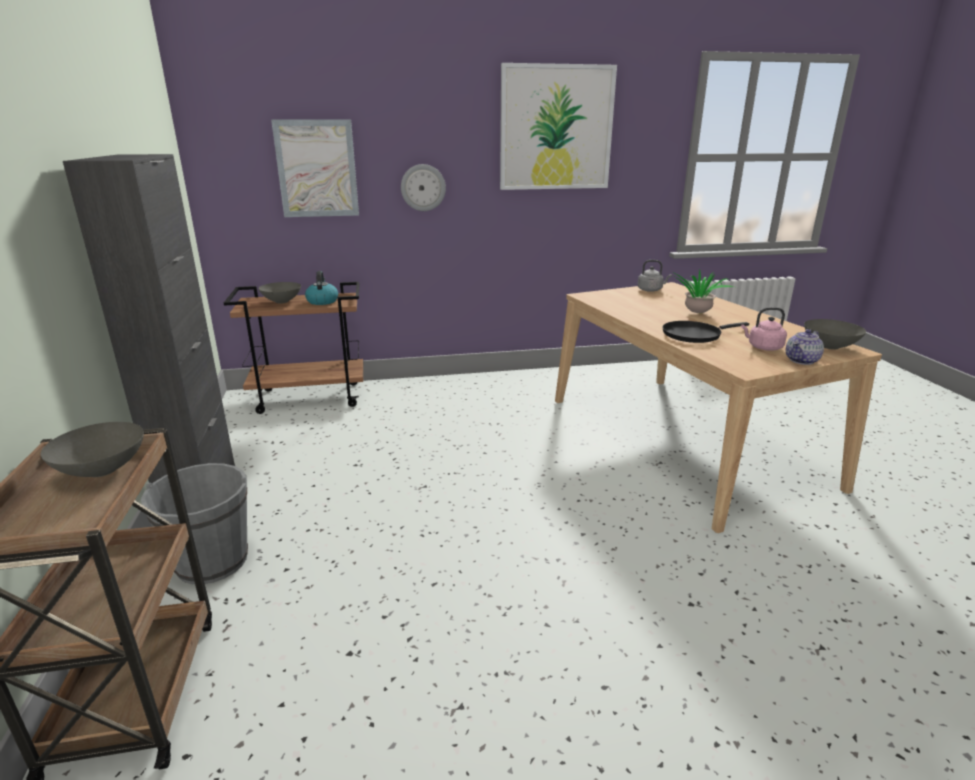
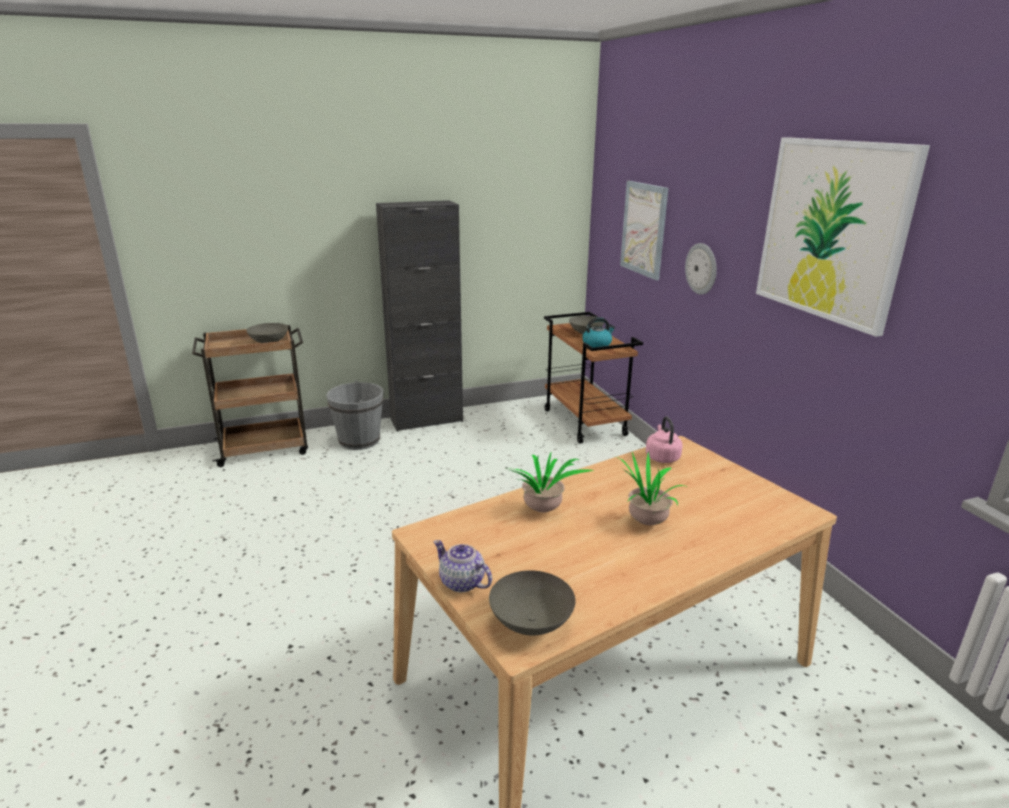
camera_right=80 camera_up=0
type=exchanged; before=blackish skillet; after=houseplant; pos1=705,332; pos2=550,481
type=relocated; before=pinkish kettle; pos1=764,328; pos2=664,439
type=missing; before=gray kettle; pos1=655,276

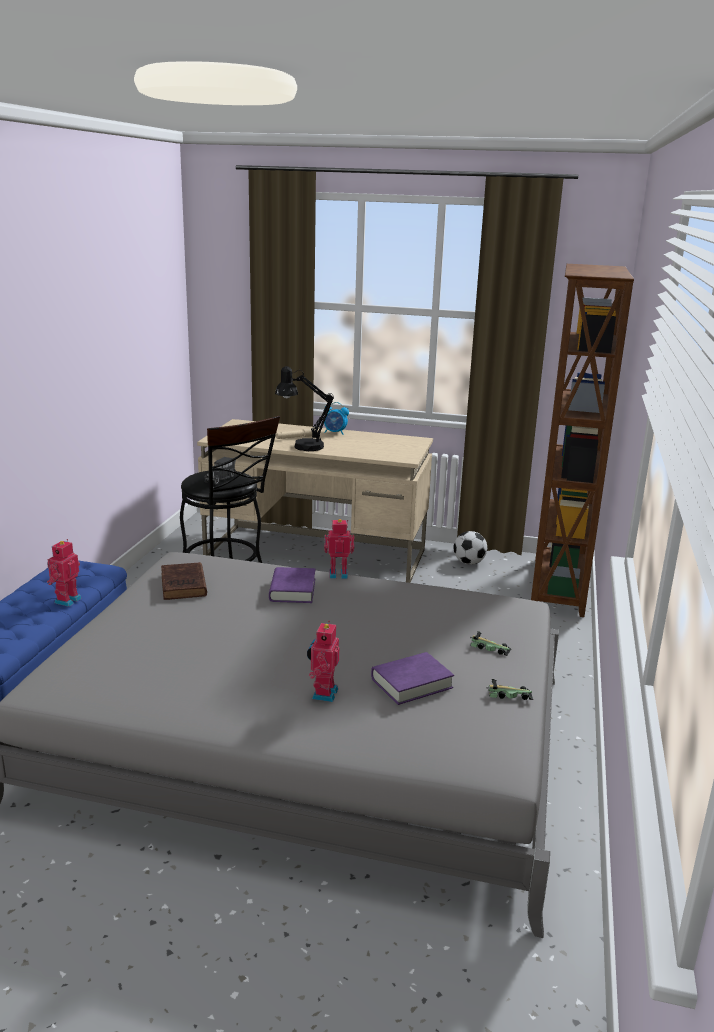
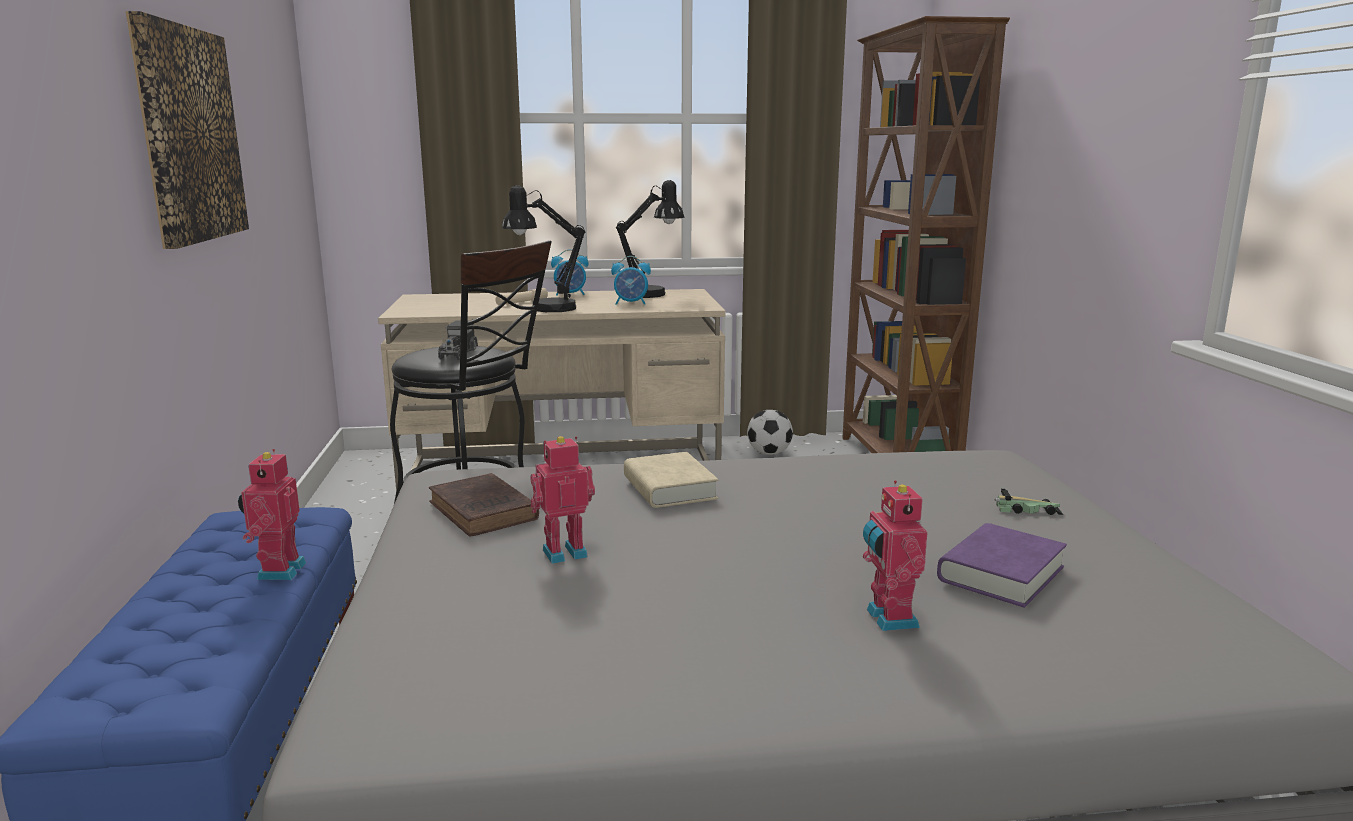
camera_right=-20 camera_up=-5
type=appeared; after=wall art; pos2=187,130
type=relocated; before=model robot; pos1=339,549; pos2=562,500
type=appeared; after=table clock; pos2=631,280
type=appeared; after=blackish table lamp; pos2=650,239
type=colour; before=purplish bound book; after=beige-coloured bound book; pos1=292,585; pos2=671,480
type=missing; before=toy car; pos1=509,689

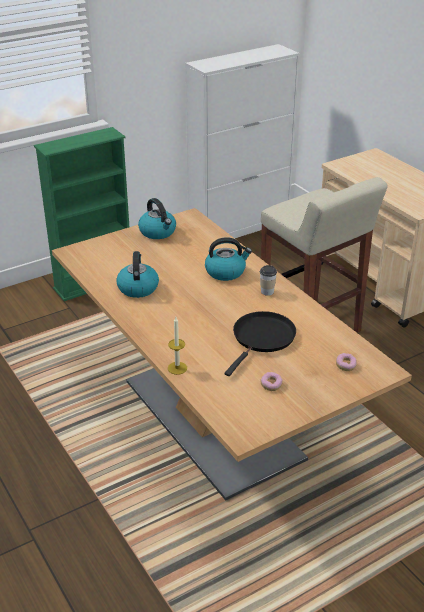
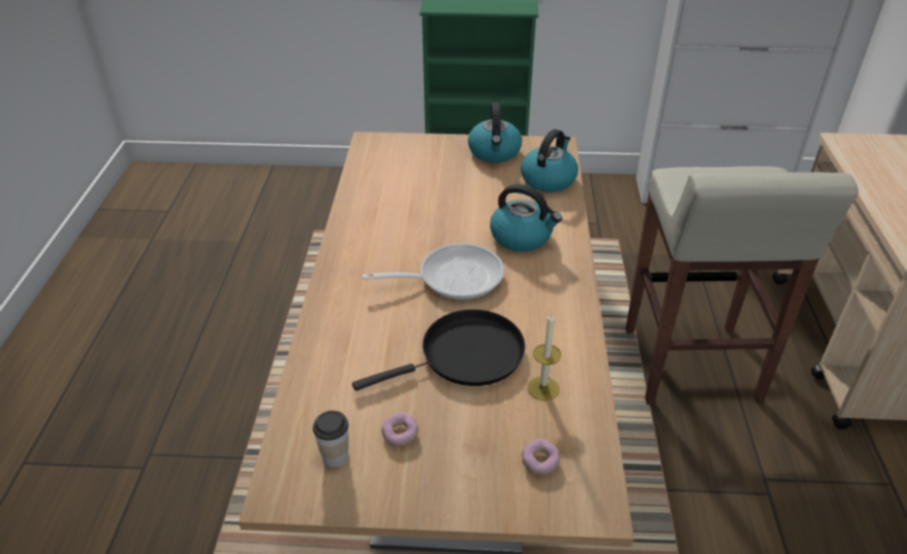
camera_right=35 camera_up=5
type=relocated; before=drinking cup; pos1=268,280; pos2=331,438
type=appeared; after=skillet; pos2=433,271
type=relocated; before=kettle; pos1=137,274; pos2=549,160
type=relocated; before=wax candle; pos1=177,346; pos2=544,357

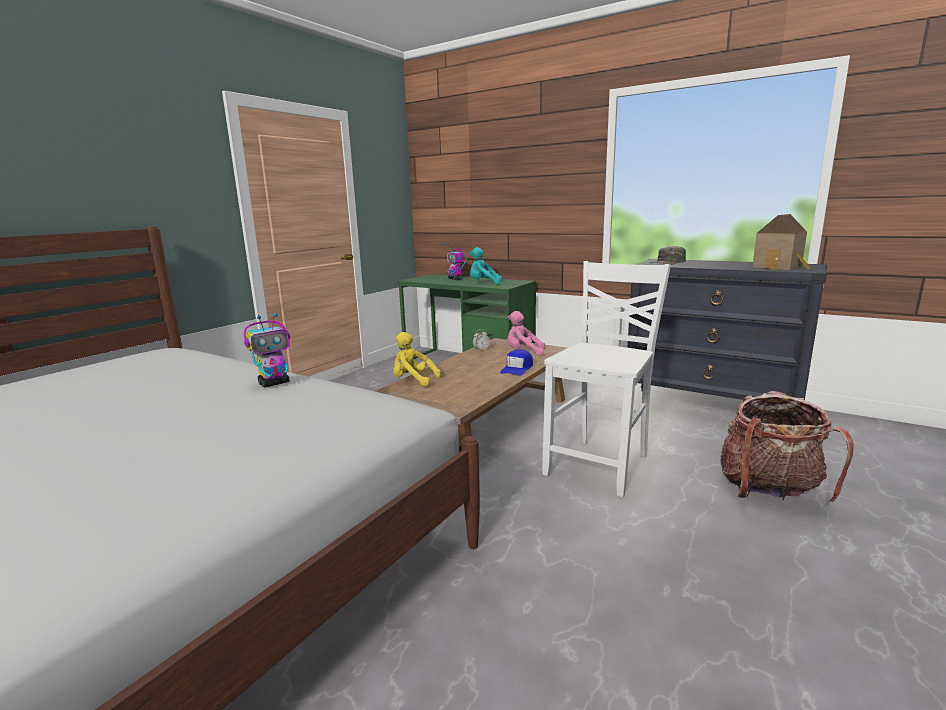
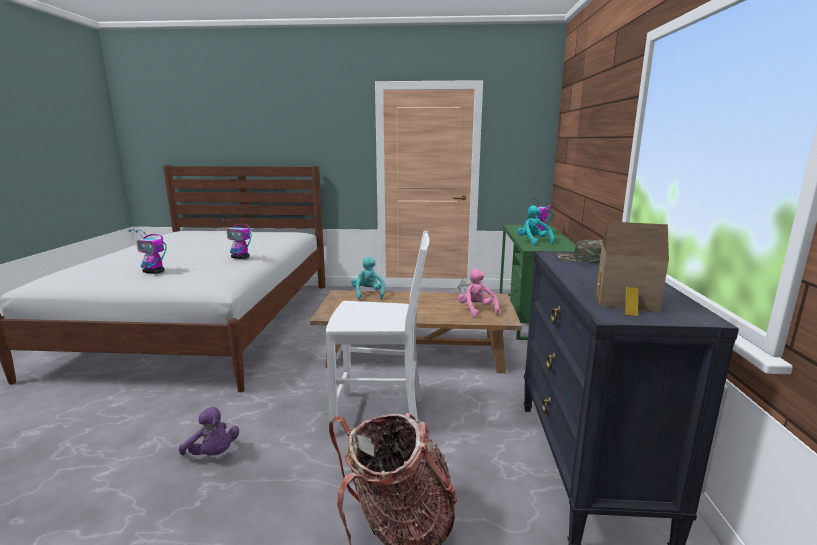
camera_right=60 camera_up=0
type=appeared; after=model robot; pos2=148,252
type=appeared; after=purplish plush toy; pos2=209,431
type=colour; before=yellow plush toy; after=turquoise-coloured plush toy; pos1=417,359; pos2=368,278
type=missing; before=blue-coloured baseball cap; pos1=516,362

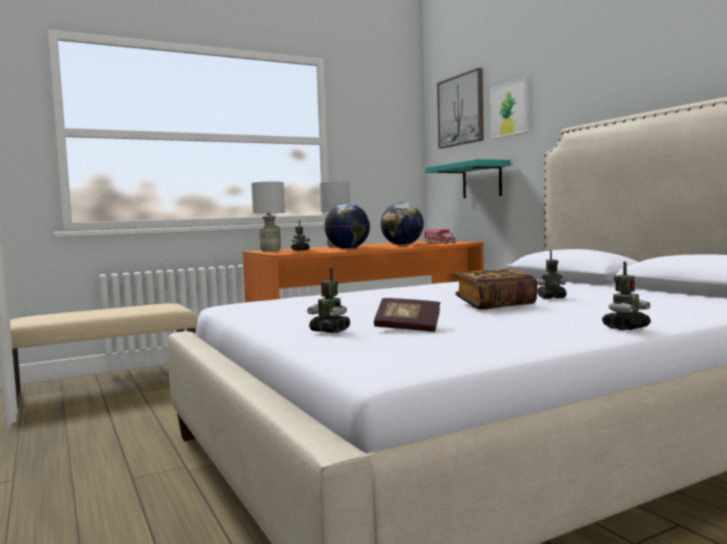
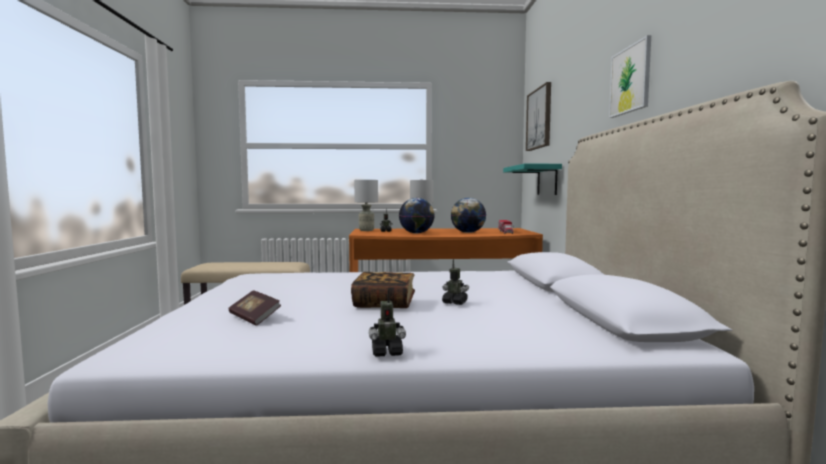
camera_right=25 camera_up=0
type=relocated; before=wall art; pos1=509,108; pos2=630,76
type=missing; before=model robot; pos1=328,300

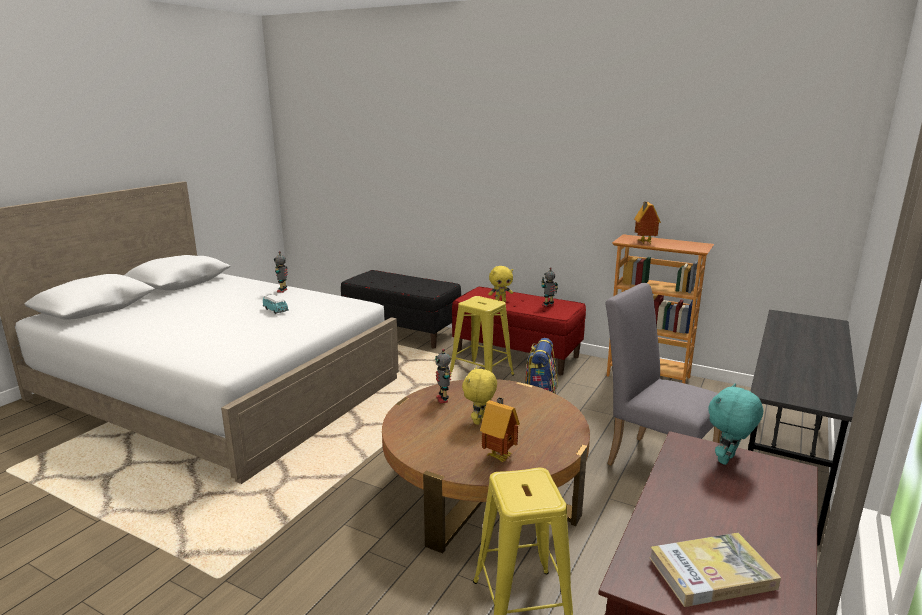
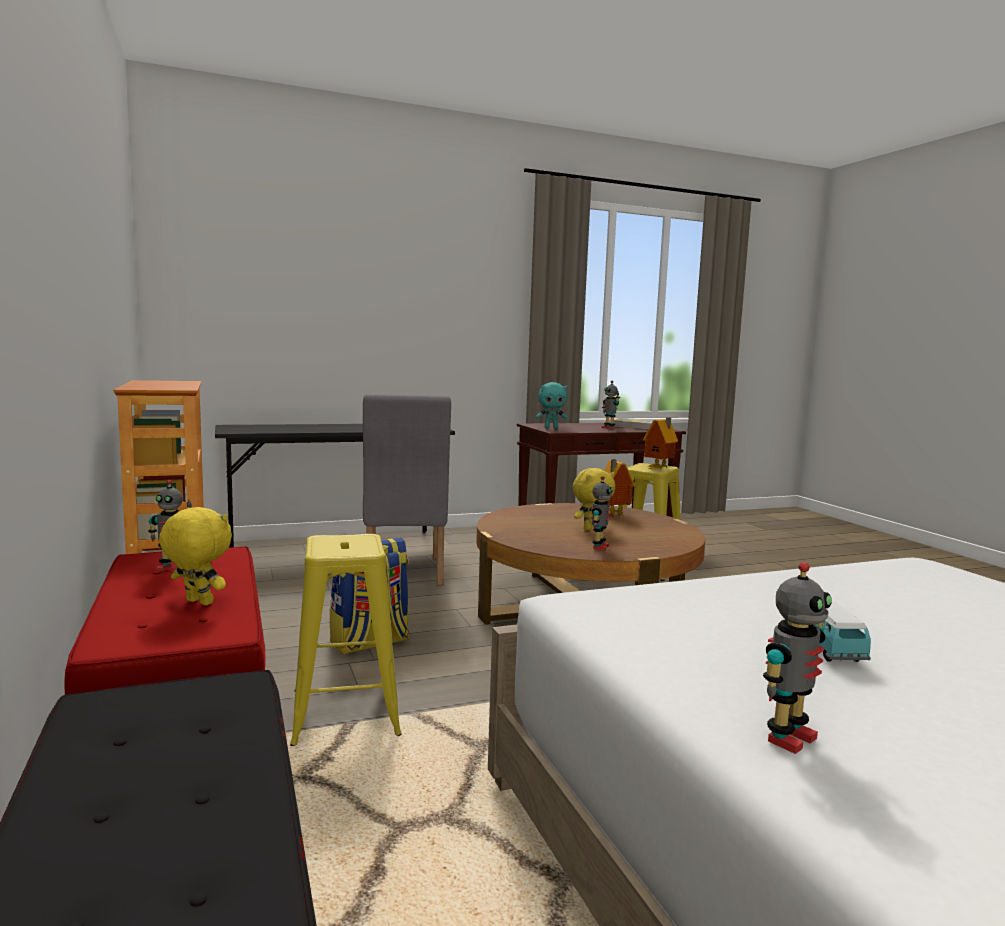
camera_right=-140 camera_up=-10
type=appeared; after=model robot; pos2=611,404
type=relocated; before=model house; pos1=647,223; pos2=660,443

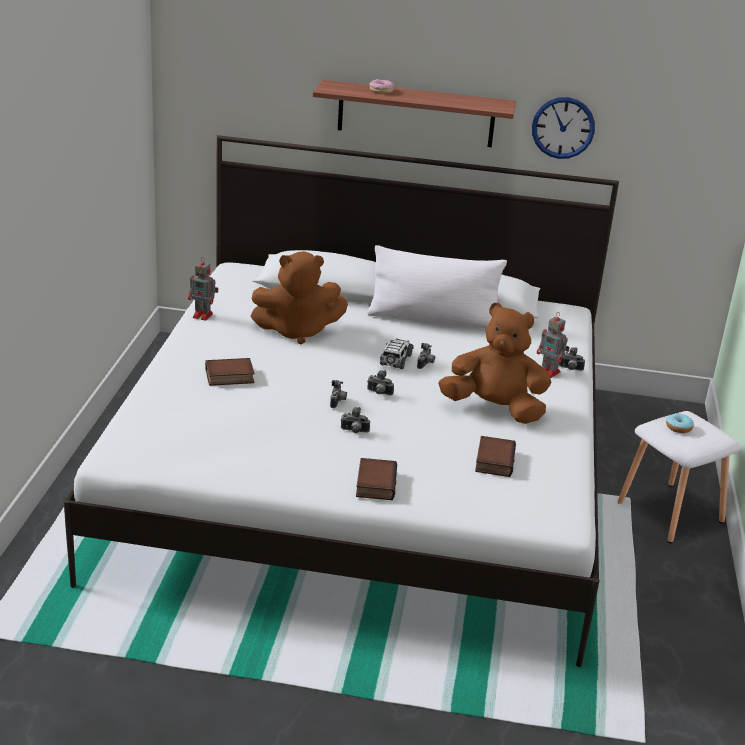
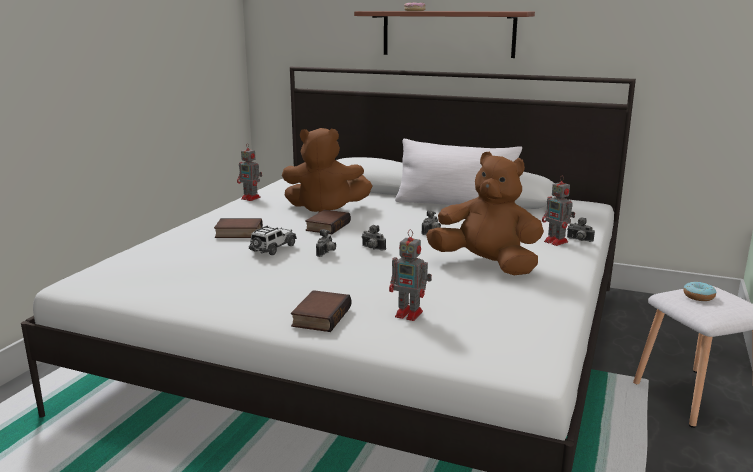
camera_right=15 camera_up=-10
type=relocated; before=toy car; pos1=396,353; pos2=273,240
type=relocated; before=bound book; pos1=495,456; pos2=328,222
type=appeared; after=model robot; pos2=410,275
type=missing; before=photo camera; pos1=355,420
type=missing; before=hanging clock; pos1=563,128

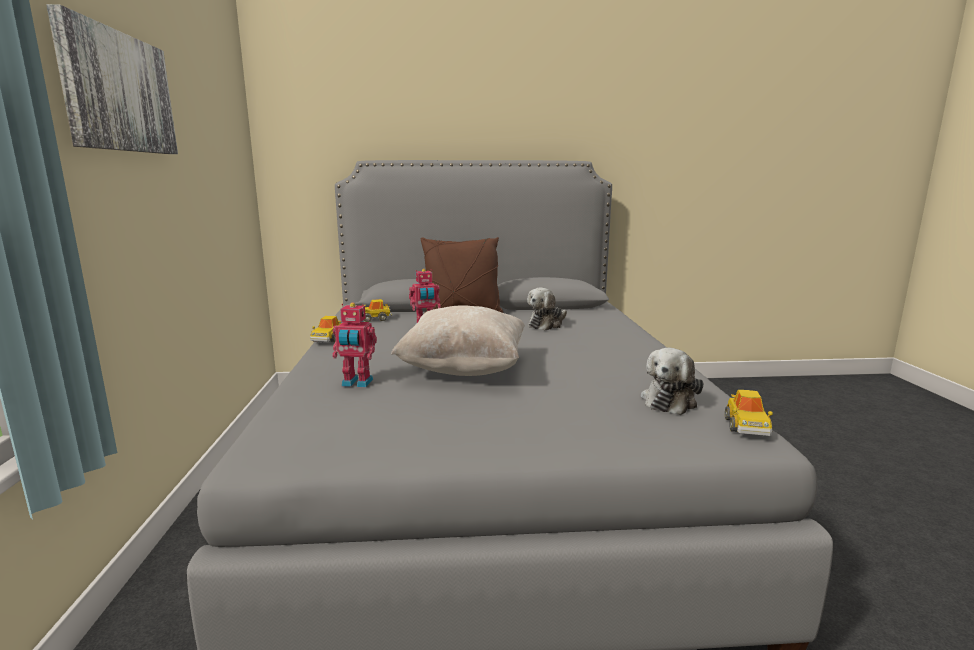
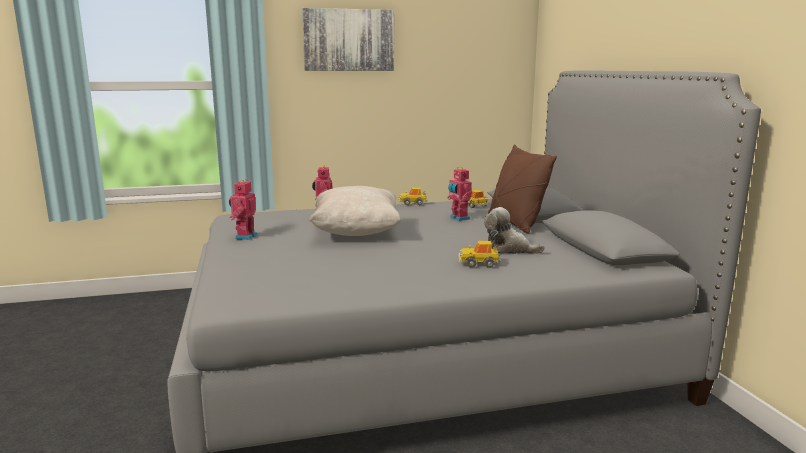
camera_right=80 camera_up=0
type=appeared; after=model robot; pos2=243,209
type=relocated; before=toy car; pos1=749,413; pos2=479,254
type=missing; before=plush toy; pos1=672,381

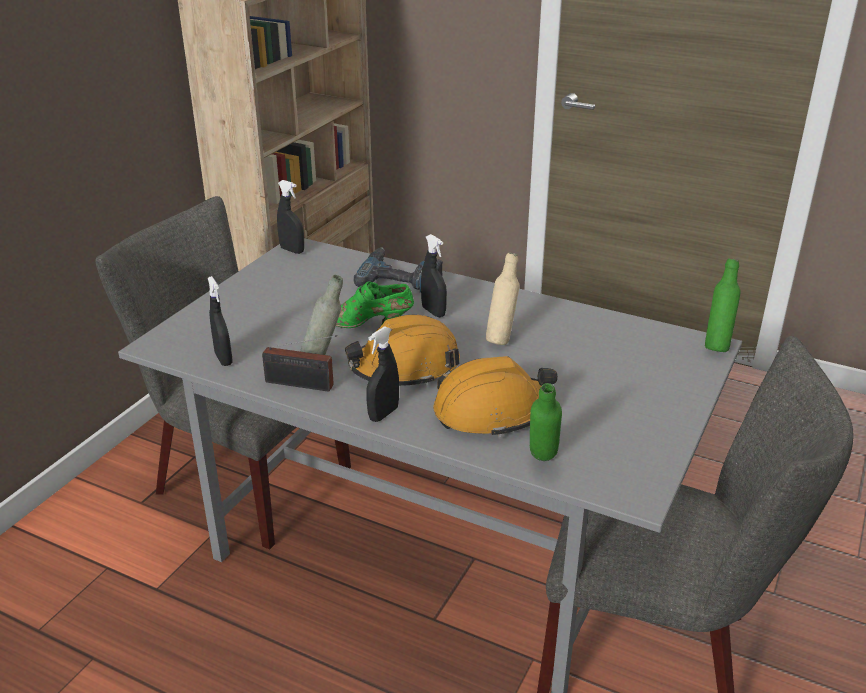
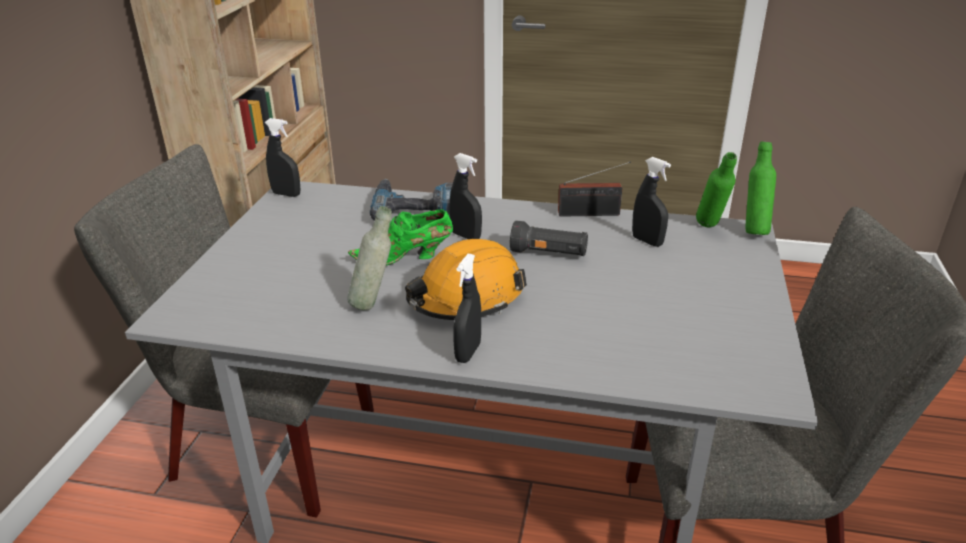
camera_right=-15 camera_up=0
type=exchanged; before=beige-coloured beverage bottle; after=blackish hand torch; pos1=502,298; pos2=549,238
type=relocated; before=radio; pos1=299,363; pos2=594,189
type=relocated; before=blackish spray bottle; pos1=220,321; pos2=651,202
type=relocated; before=green-coloured beverage bottle; pos1=546,422; pos2=716,189
type=missing; before=orange hard hat; pos1=495,397

